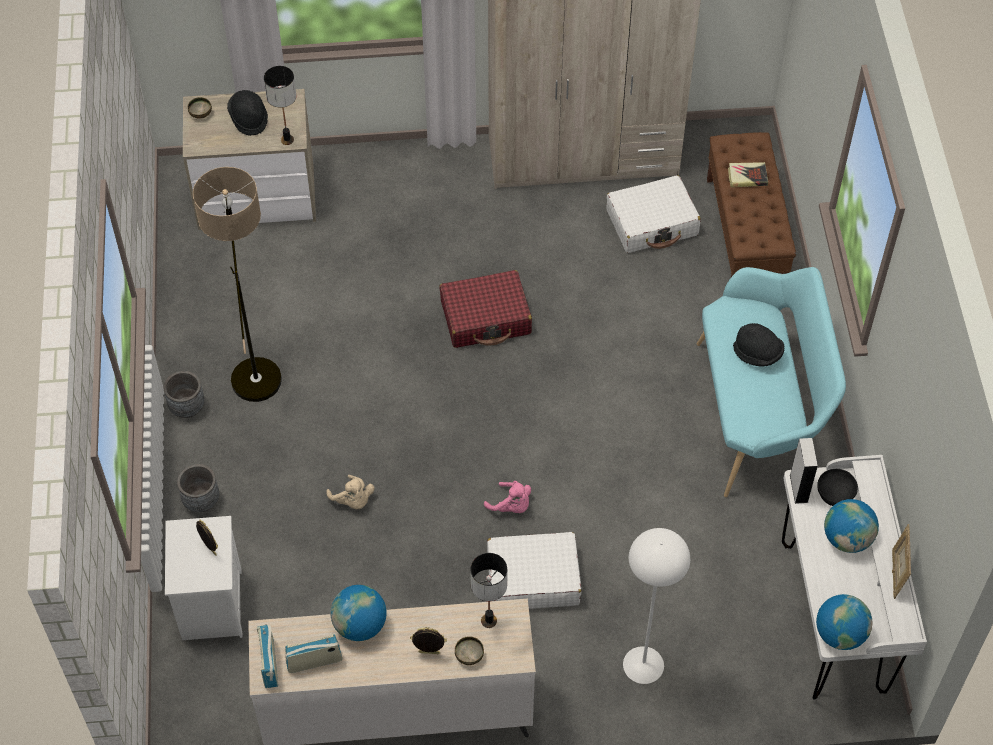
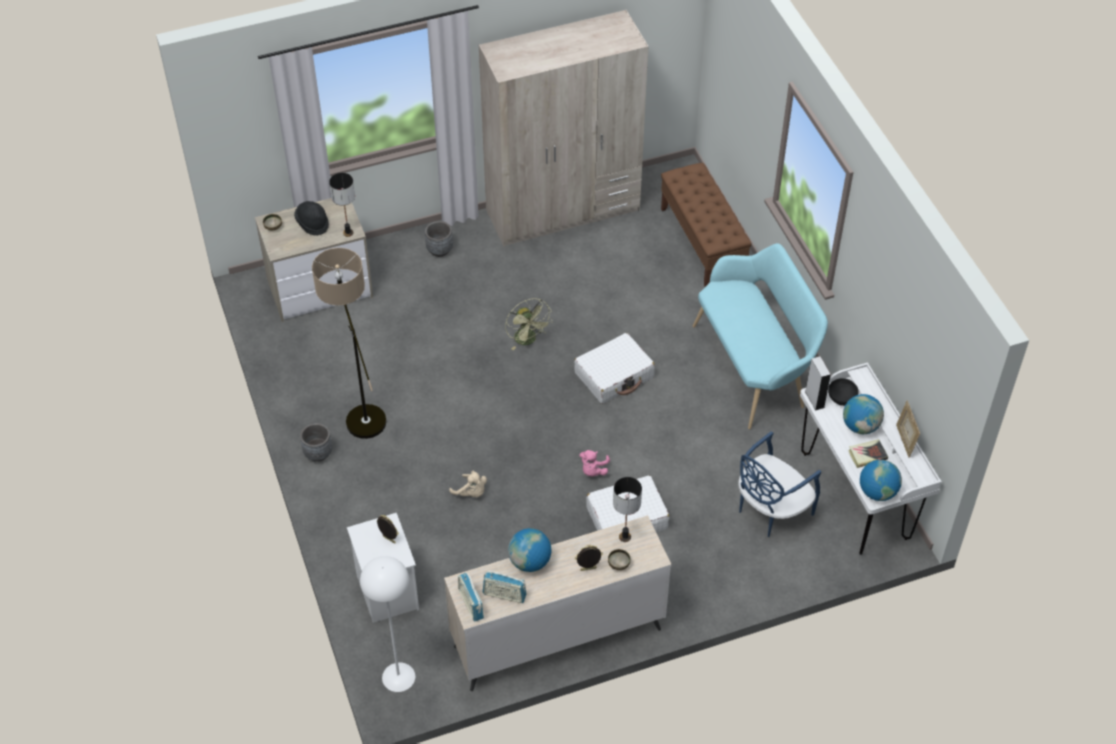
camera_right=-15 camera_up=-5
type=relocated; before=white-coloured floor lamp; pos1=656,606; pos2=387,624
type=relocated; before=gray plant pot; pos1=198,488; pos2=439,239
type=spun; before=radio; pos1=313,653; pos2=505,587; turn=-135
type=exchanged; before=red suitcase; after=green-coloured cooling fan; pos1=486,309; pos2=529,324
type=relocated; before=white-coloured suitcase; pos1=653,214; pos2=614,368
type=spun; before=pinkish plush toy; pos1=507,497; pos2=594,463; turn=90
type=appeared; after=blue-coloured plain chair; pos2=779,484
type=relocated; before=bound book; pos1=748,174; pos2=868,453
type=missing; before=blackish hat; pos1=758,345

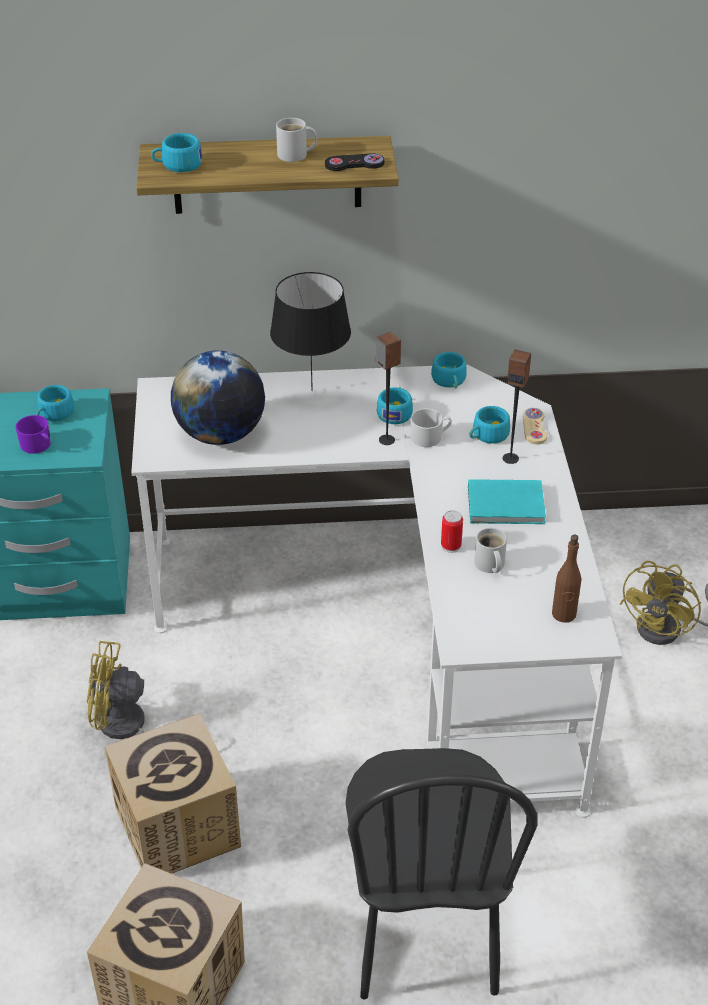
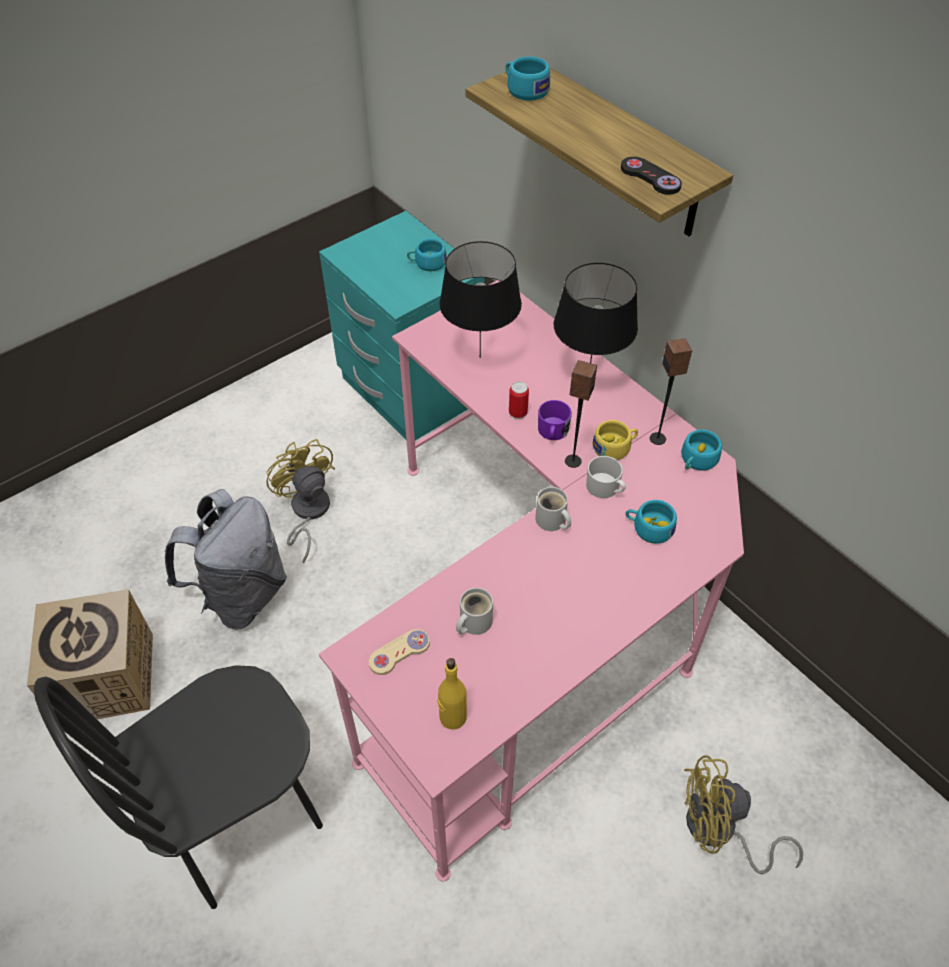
camera_right=55 camera_up=10
type=exchanged; before=carton; after=gray backpack; pos1=173,793; pos2=226,559
type=colour; before=white-coloured desk unit; after=pinkish desk unit; pos1=376,591; pos2=531,580
type=relocated; before=beige-coloured gamepad; pos1=535,426; pos2=399,652
type=colour; before=brown beverage bottle; after=yellow beverage bottle; pos1=566,578; pos2=452,694
type=exchanged; before=world globe; after=blackish table lamp; pos1=218,397; pos2=480,299
type=relocated; before=sealed can; pos1=452,531; pos2=519,400
type=relocated; before=white-coloured coffee mug; pos1=296,140; pos2=553,509
type=relocated; before=purplish coffee mug; pos1=33,434; pos2=555,420
type=colour; before=turquoise-coloured drinking cup; after=yellow drinking cup; pos1=395,405; pos2=615,440
type=relocated; before=loudspeaker; pos1=517,406; pos2=671,391
type=missing; before=turquoise-coloured bound book; pos1=507,501

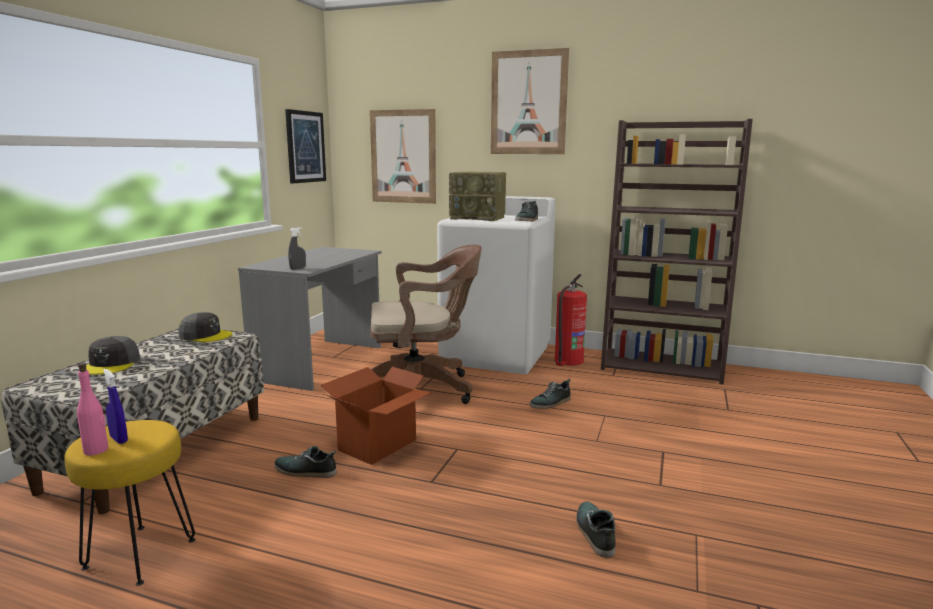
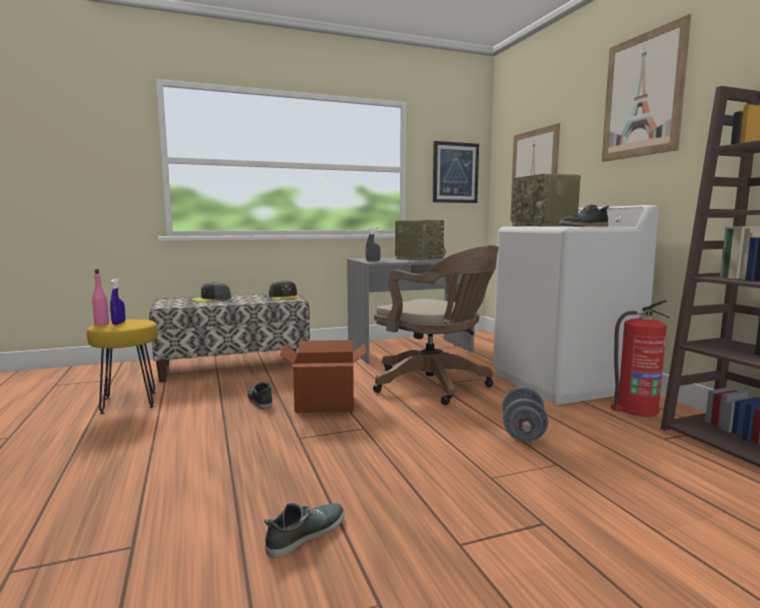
camera_right=50 camera_up=-5
type=appeared; after=radio; pos2=420,240
type=exchanged; before=shoe; after=gray hand weight; pos1=550,394; pos2=525,414

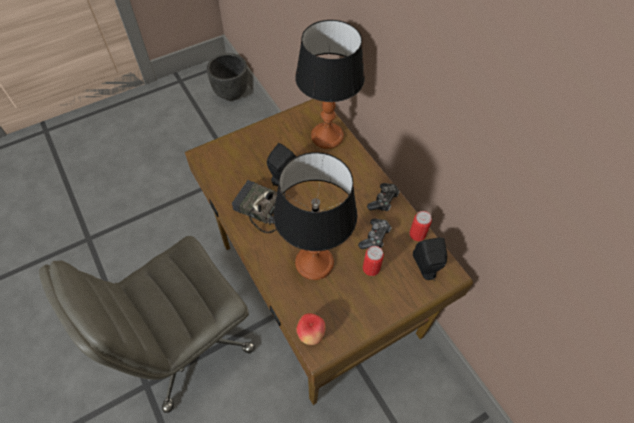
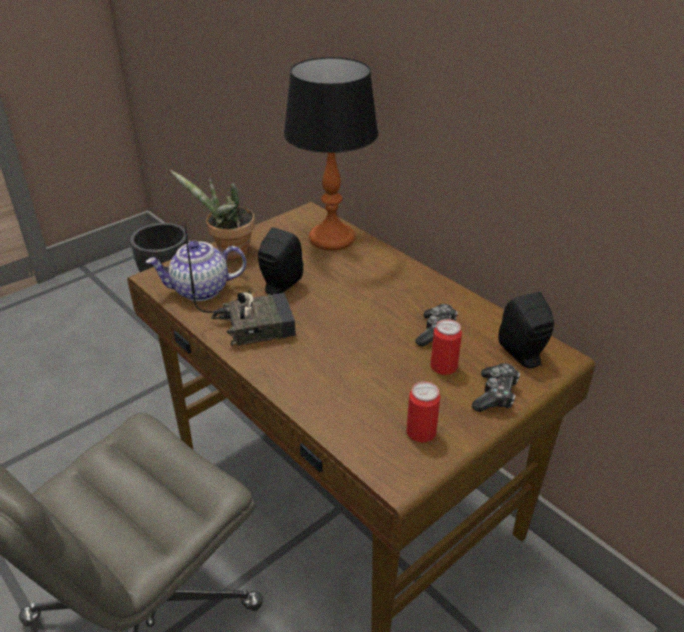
camera_right=-10 camera_up=-20
type=appeared; after=tea pot; pos2=196,271
type=appeared; after=houseplant; pos2=212,214
type=spun; before=radio; pos1=258,206; pos2=240,284; turn=150
type=relocated; before=sealed can; pos1=420,226; pos2=423,412
type=relocated; before=gamepad; pos1=383,197; pos2=496,387
type=missing; before=table lamp; pos1=315,216
type=missing; before=apple fruit; pos1=311,329

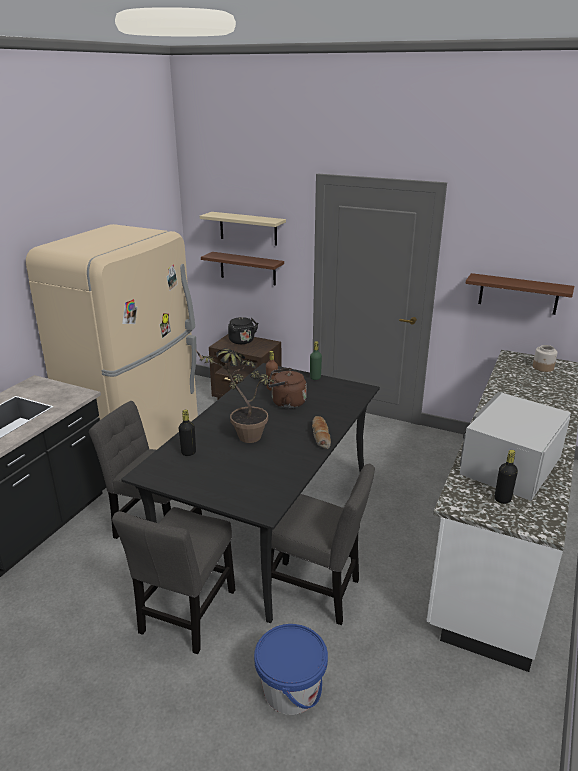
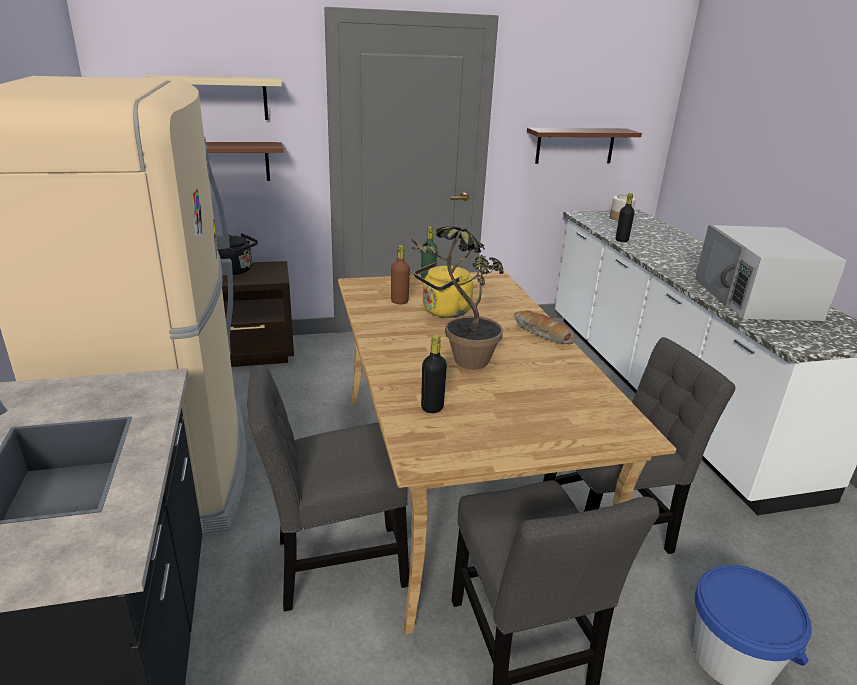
camera_right=-40 camera_up=0
type=colour; before=blackish kitchen table; after=beige-coloured kitchen table; pos1=250,493; pos2=507,452
type=colour; before=brown kettle; after=yellow kettle; pos1=287,388; pos2=443,290
type=relocated; before=blackish beverage bottle; pos1=506,477; pos2=625,217

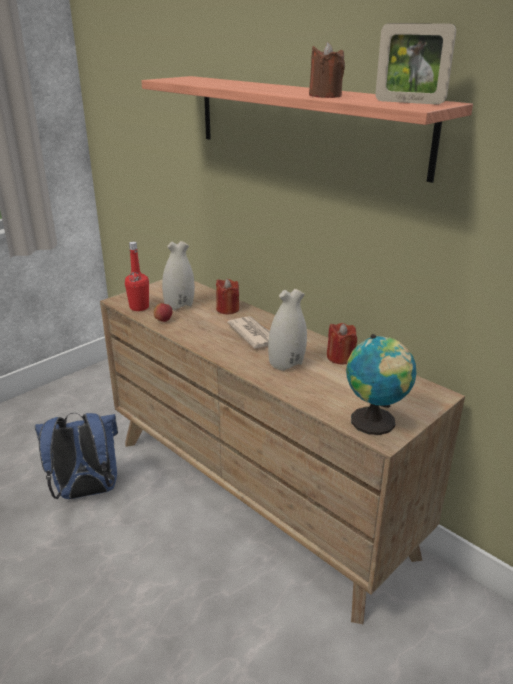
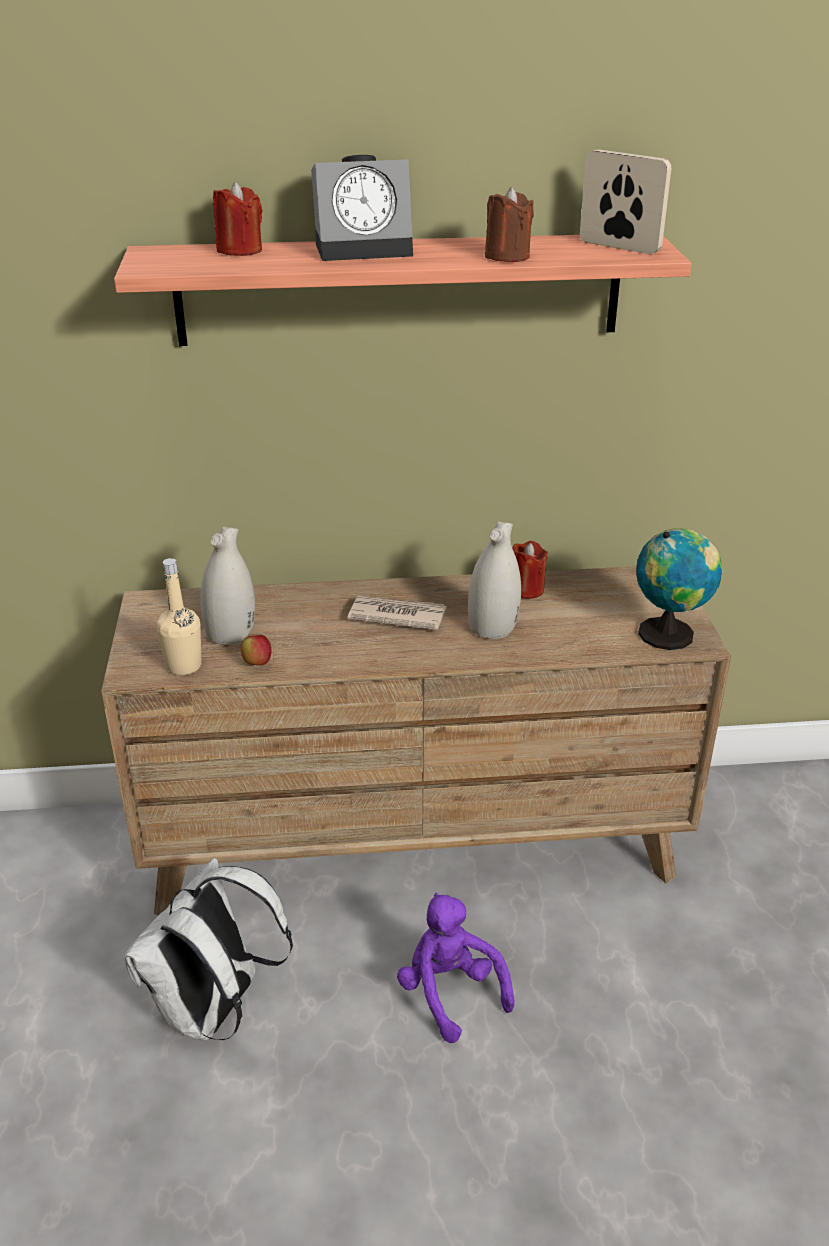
camera_right=-50 camera_up=5
type=colour; before=blue-coloured backpack; after=white-coloured backpack; pos1=76,456; pos2=208,949
type=colour; before=red beverage bottle; after=beige-coloured beverage bottle; pos1=137,276; pos2=179,616
type=relocated; before=red wax candle; pos1=227,296; pos2=237,219
type=appeared; after=table clock; pos2=362,208
type=appeared; after=purplish plush toy; pos2=455,968
type=spun; before=standing frame; pos1=415,64; pos2=625,202; turn=-120

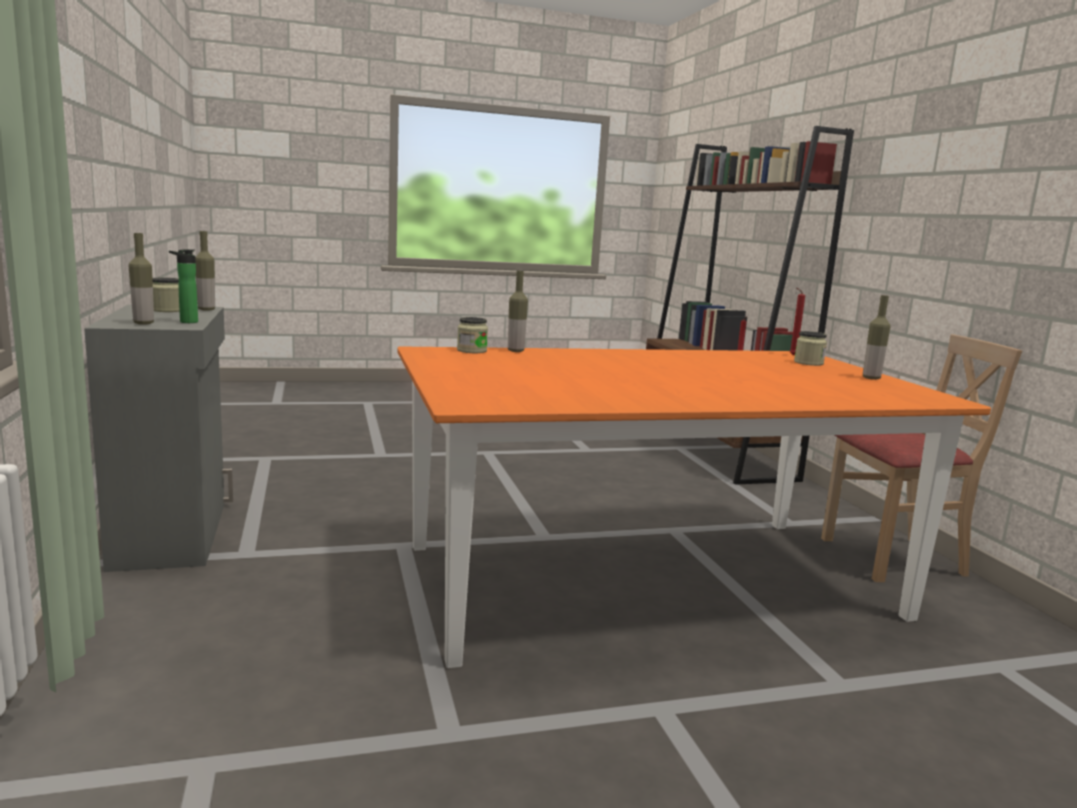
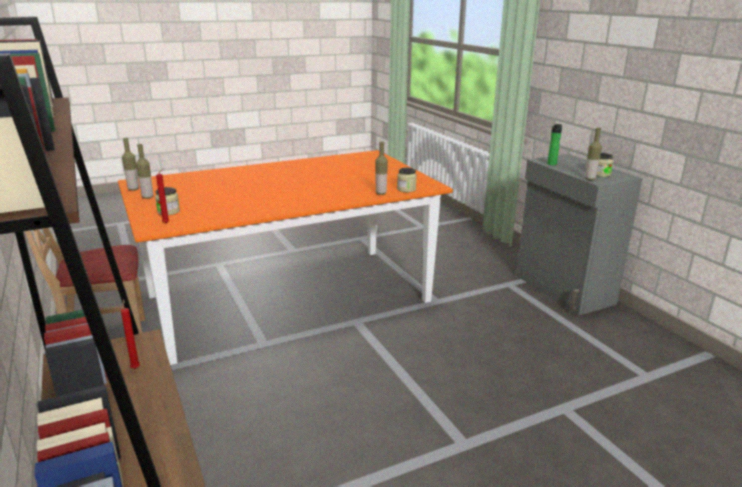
camera_right=170 camera_up=10
type=relocated; before=beverage bottle; pos1=141,279; pos2=130,164

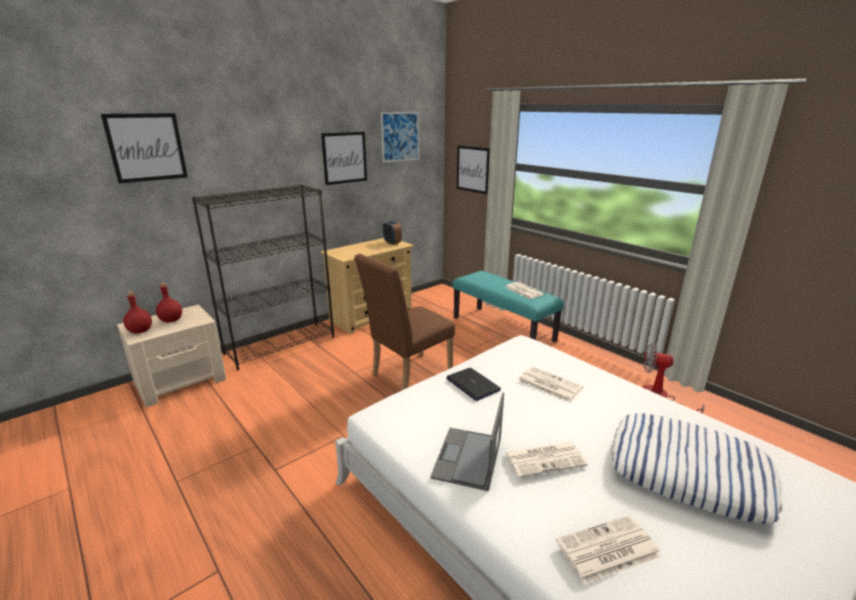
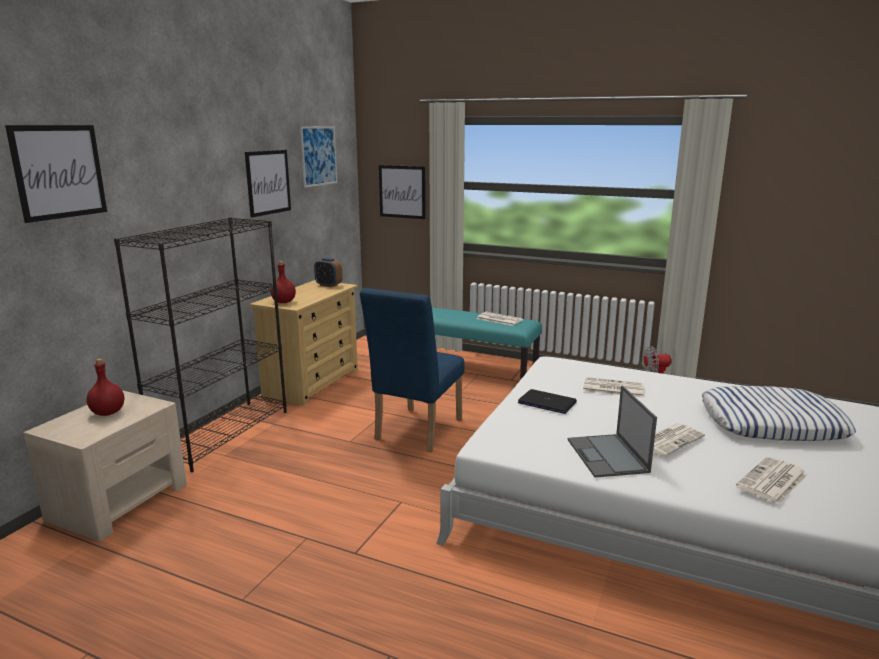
camera_right=-25 camera_up=-5
type=relocated; before=red beverage bottle; pos1=137,313; pos2=283,282
type=colour; before=brown plain chair; after=blue-coloured plain chair; pos1=404,322; pos2=412,370

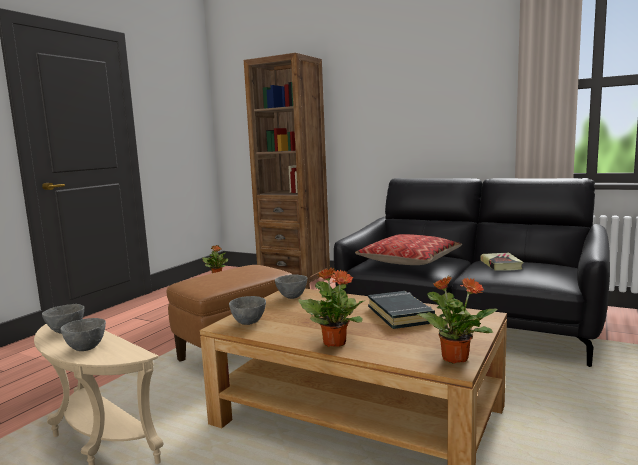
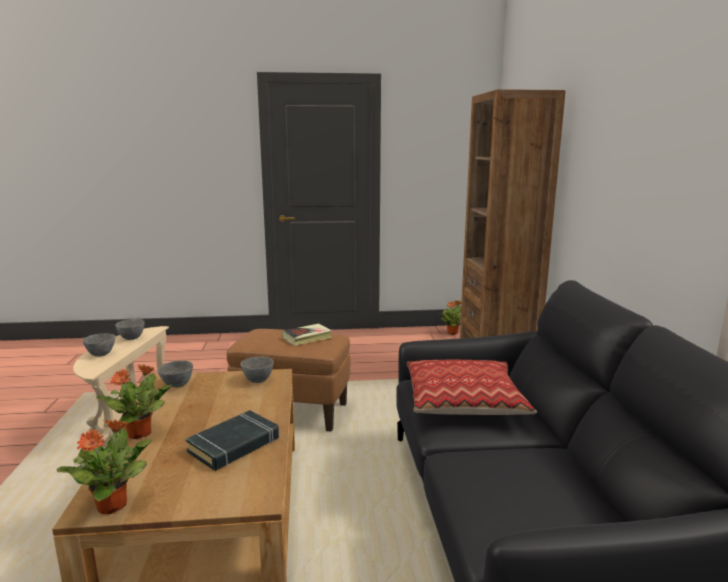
camera_right=55 camera_up=5
type=relocated; before=bound book; pos1=502,262; pos2=307,335

